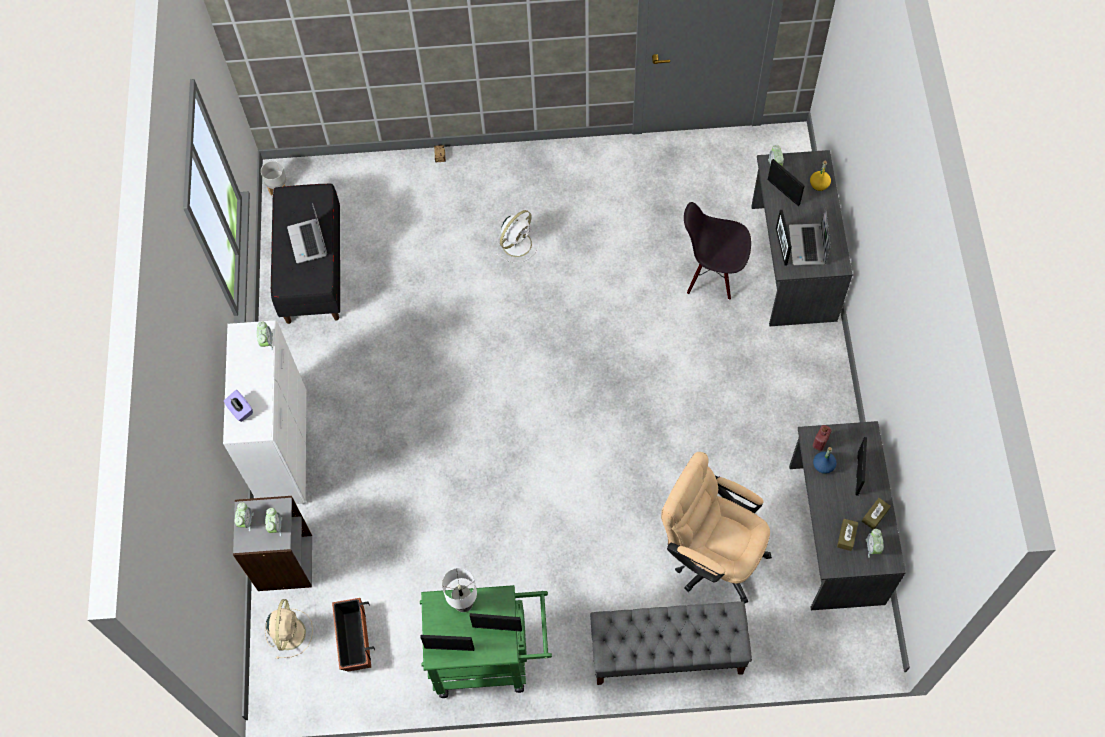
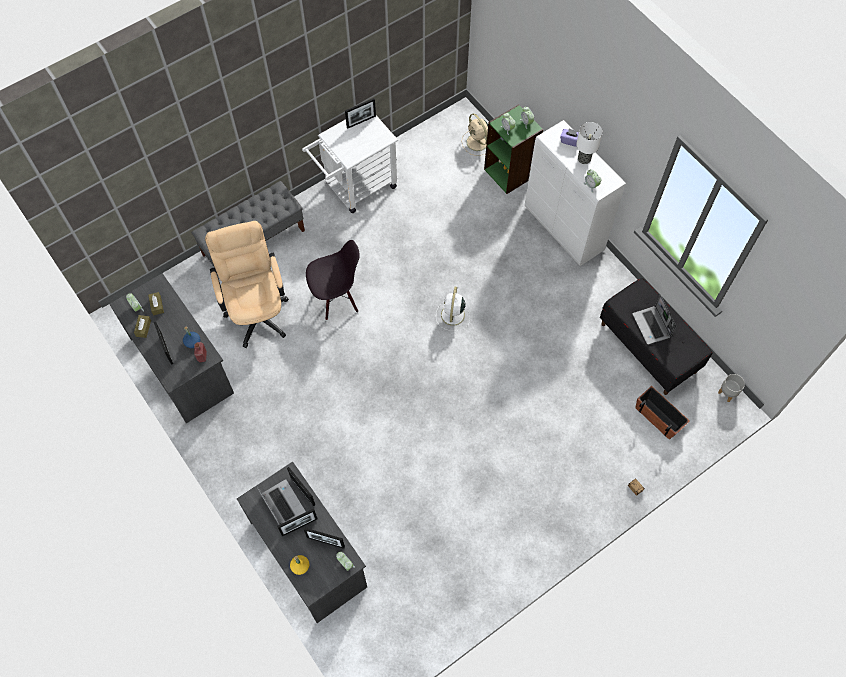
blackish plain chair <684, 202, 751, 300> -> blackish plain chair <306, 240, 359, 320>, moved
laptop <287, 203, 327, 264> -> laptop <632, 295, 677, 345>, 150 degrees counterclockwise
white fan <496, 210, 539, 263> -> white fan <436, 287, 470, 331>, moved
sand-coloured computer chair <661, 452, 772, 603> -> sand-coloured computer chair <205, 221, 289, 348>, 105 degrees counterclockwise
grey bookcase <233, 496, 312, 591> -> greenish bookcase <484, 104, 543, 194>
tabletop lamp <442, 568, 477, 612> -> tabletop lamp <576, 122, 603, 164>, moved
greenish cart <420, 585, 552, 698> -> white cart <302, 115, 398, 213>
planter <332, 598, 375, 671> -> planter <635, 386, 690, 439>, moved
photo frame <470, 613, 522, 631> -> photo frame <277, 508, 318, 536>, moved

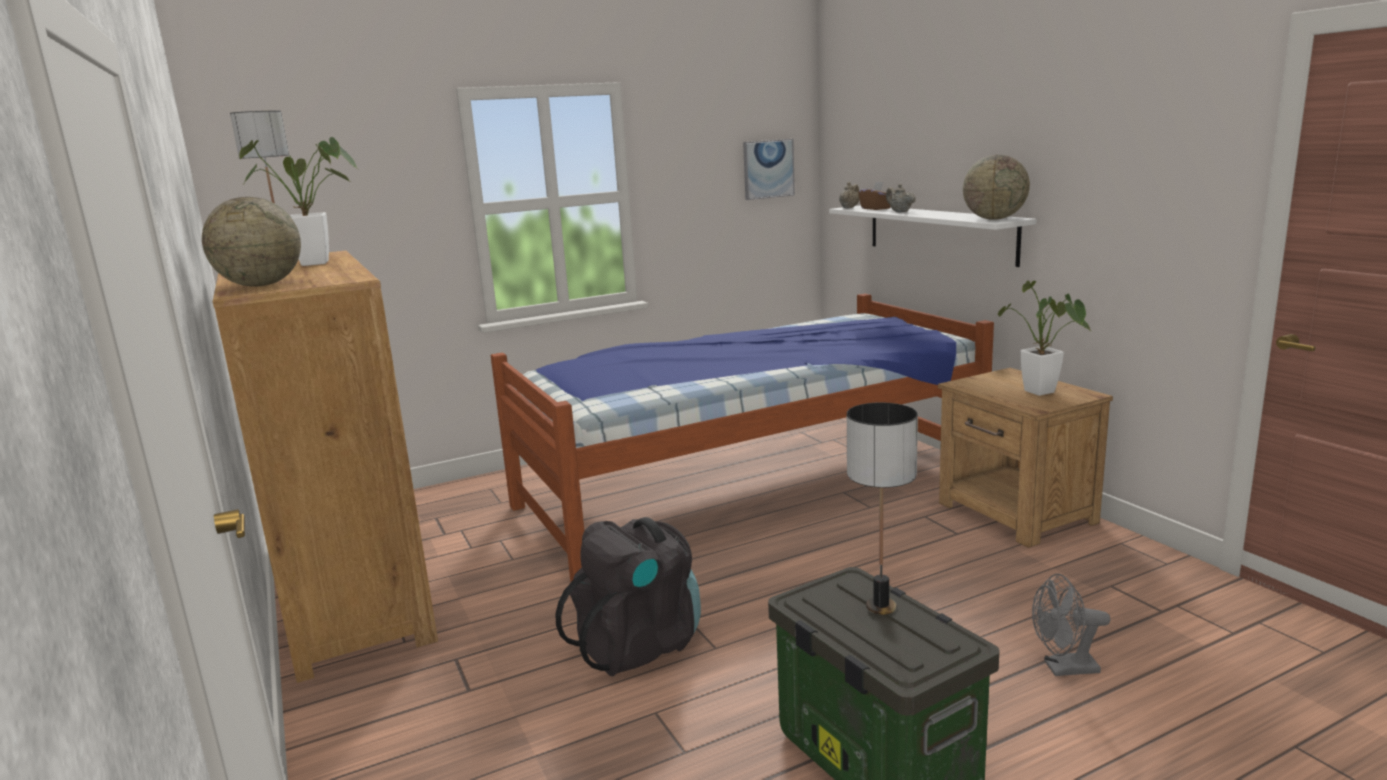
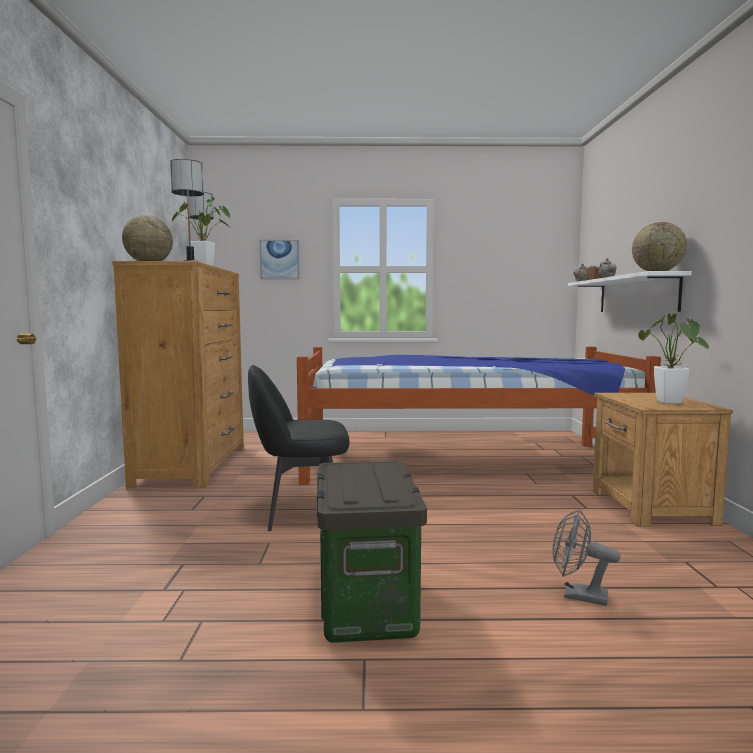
wall art <743, 139, 795, 200> -> wall art <260, 240, 299, 279>, moved
tabletop lamp <847, 402, 918, 615> -> tabletop lamp <170, 159, 204, 261>, moved
blackish backpack <555, 517, 701, 676> -> blackish plain chair <248, 365, 350, 531>

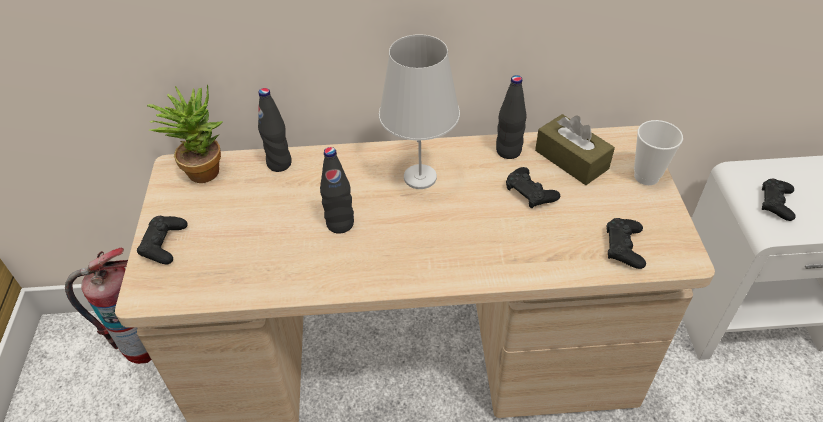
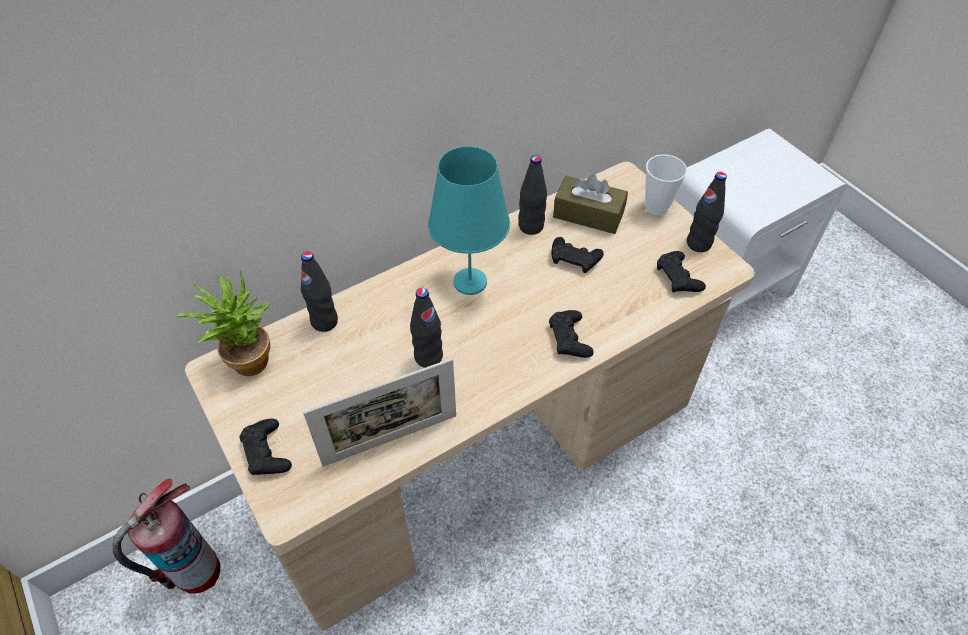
white tabletop lamp <379, 34, 460, 189> -> blue-green tabletop lamp <428, 146, 510, 295>
blackish joypad <762, 179, 796, 221> -> blackish joypad <549, 310, 594, 358>, moved
none -> blackish bottle <687, 172, 727, 252>
none -> photo frame <303, 358, 456, 467>

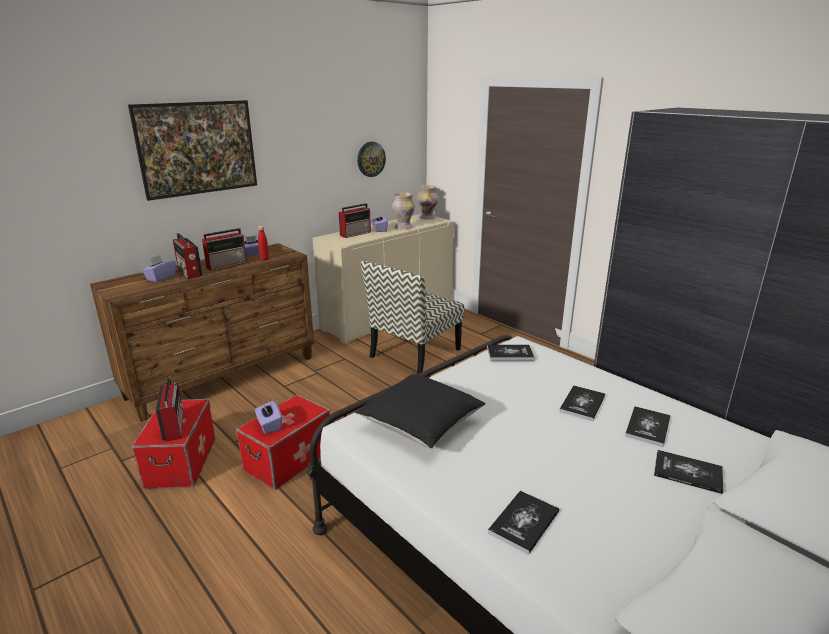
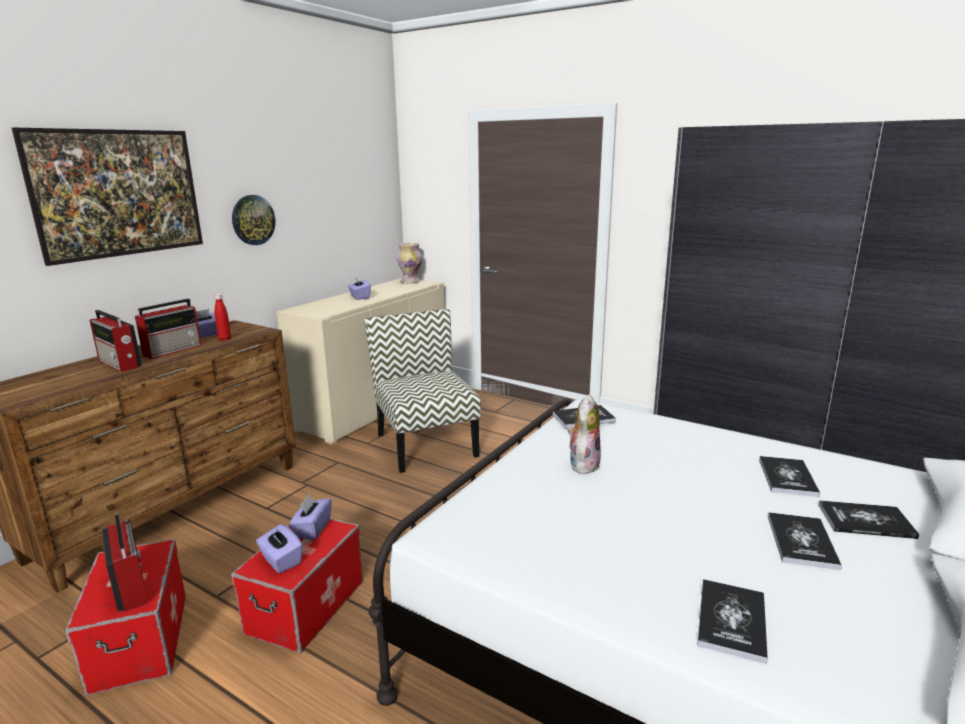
hanging clock <357, 142, 386, 177> -> hanging clock <232, 195, 276, 245>, moved
flower vase <392, 193, 415, 229> -> none
radio <339, 203, 371, 238> -> none
purple box of tissues <142, 255, 176, 282> -> purple box of tissues <289, 494, 332, 540>, moved
plain chair <361, 261, 464, 374> -> plain chair <364, 309, 481, 473>, 135 degrees clockwise
blackish throw pillow <355, 374, 486, 449> -> none
book <559, 385, 605, 421> -> book <768, 512, 842, 570>, moved
none -> soft toy <568, 395, 601, 474>

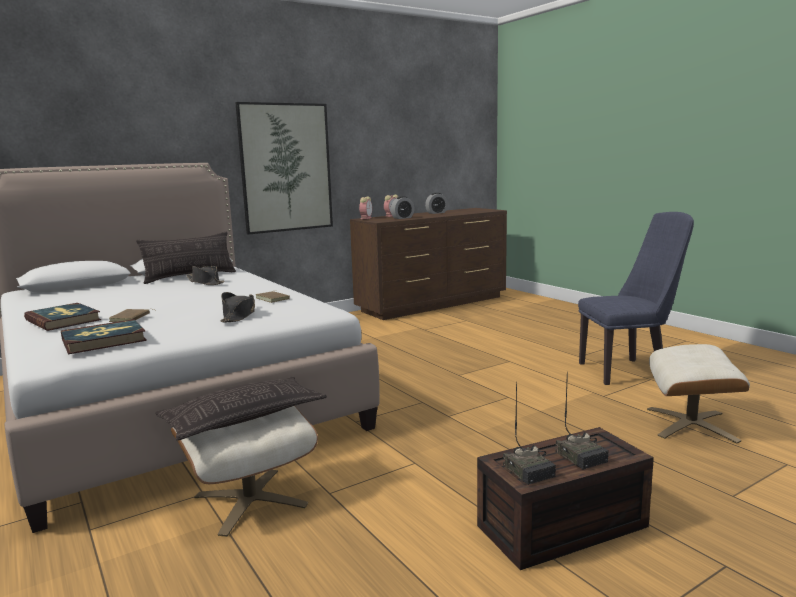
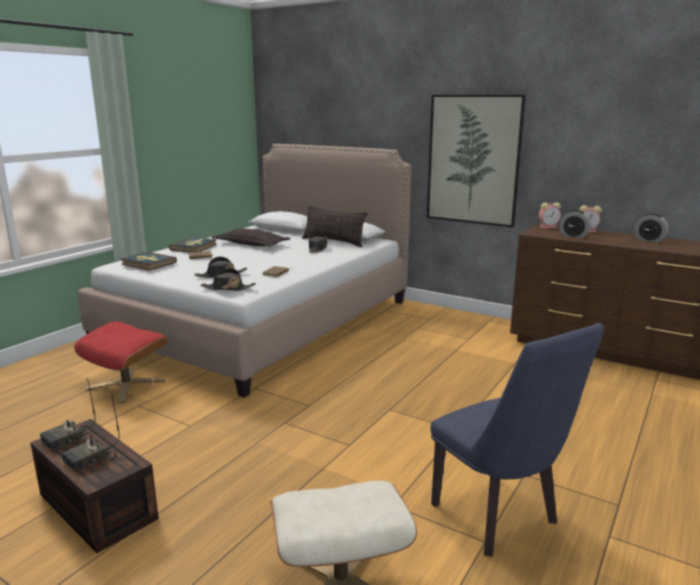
throw pillow <155, 377, 327, 441> -> throw pillow <212, 228, 290, 246>, moved
sand-coloured footrest <171, 406, 318, 537> -> red footrest <74, 321, 168, 403>
none -> blackish wearable hat <200, 268, 256, 291>

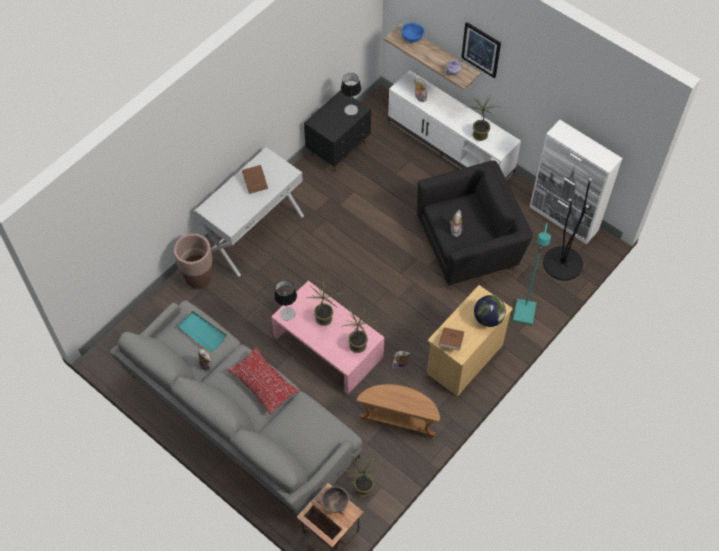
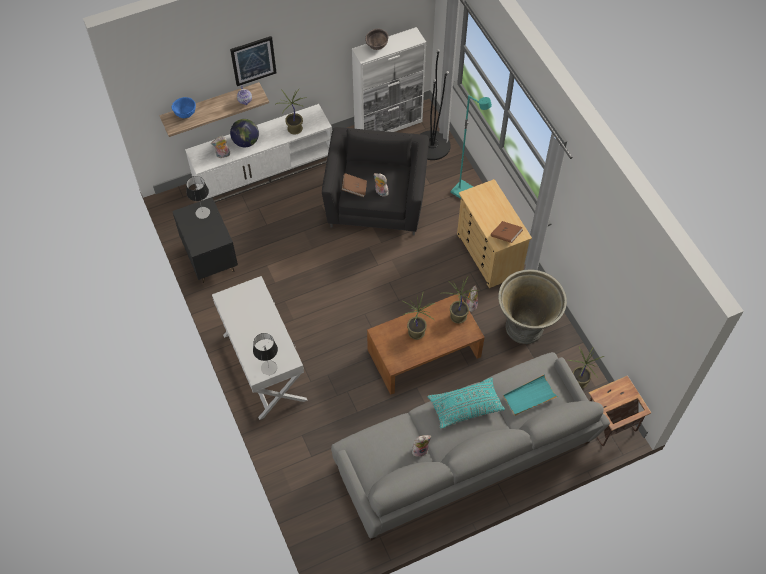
brown-coloured book <242, 165, 268, 194> -> brown-coloured book <342, 173, 367, 197>, moved
brown-coloured planter <174, 233, 213, 289> -> none
tabletop lamp <274, 280, 297, 320> -> tabletop lamp <253, 333, 278, 375>, moved
pinkish coffee table <271, 281, 384, 394> -> brown-coloured coffee table <367, 293, 485, 395>
globe <474, 295, 506, 327> -> globe <230, 119, 259, 147>, moved
blue-green carrying tray <177, 311, 227, 353> -> blue-green carrying tray <503, 374, 558, 416>, moved
red throw pillow <228, 347, 299, 414> -> blue-green throw pillow <428, 377, 505, 429>
brown-coloured accent table <356, 384, 440, 438> -> grey planter <498, 270, 567, 344>
brown-coloured serving bowl <321, 486, 349, 513> -> brown-coloured serving bowl <365, 29, 388, 50>, moved

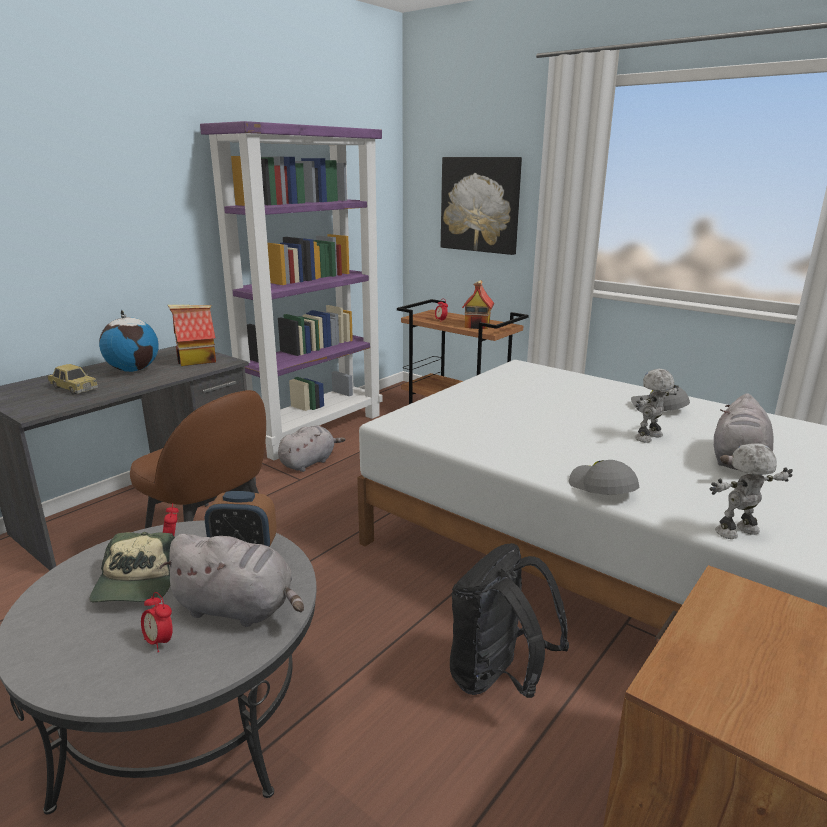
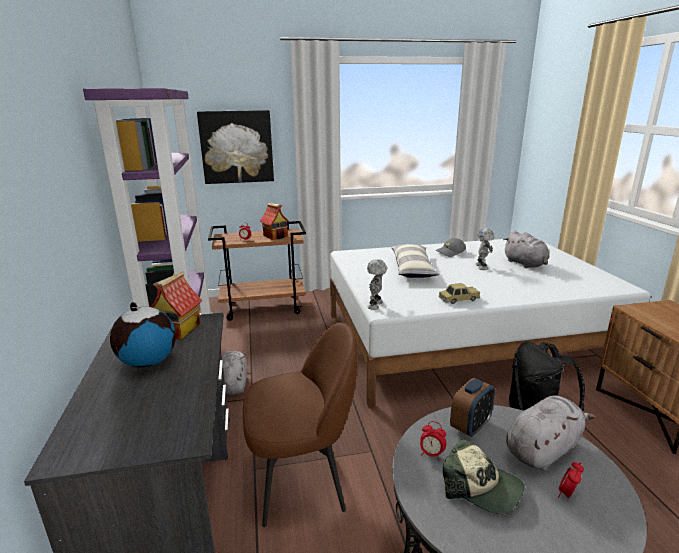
toy car <48, 364, 98, 394> -> toy car <439, 283, 480, 304>, moved
toy robot <709, 443, 793, 539> -> toy robot <367, 259, 387, 310>, moved
grey peaked cap <569, 460, 639, 494> -> none
table clock <141, 592, 173, 652> -> table clock <558, 462, 584, 498>, 135 degrees clockwise
none -> throw pillow <391, 244, 439, 278>

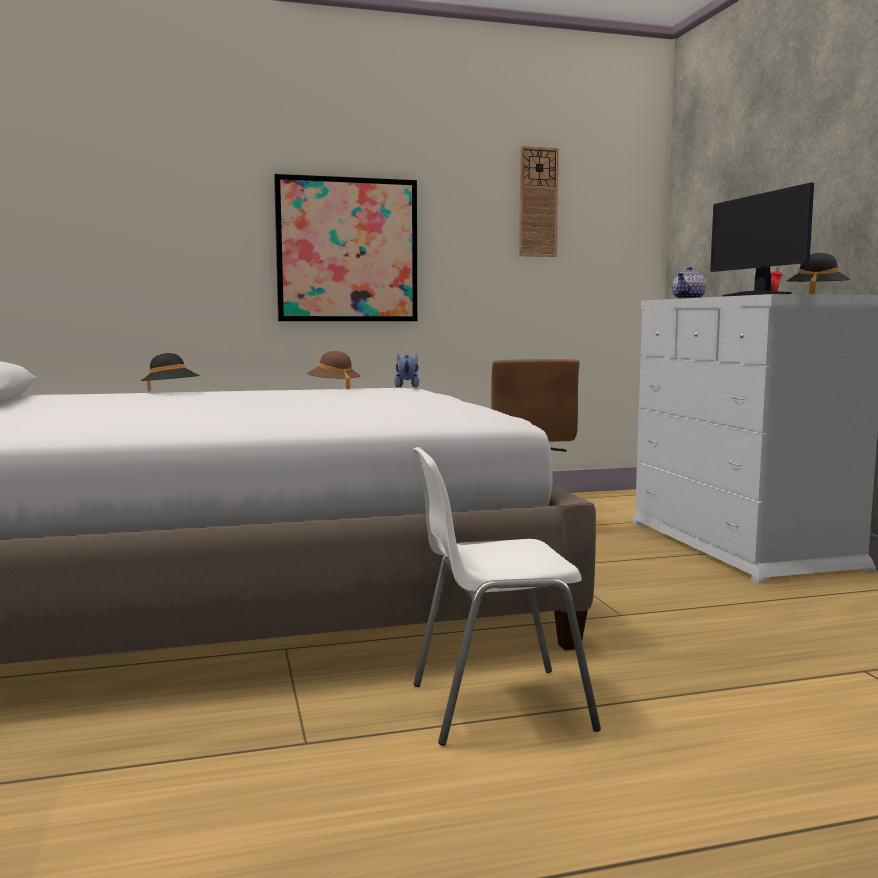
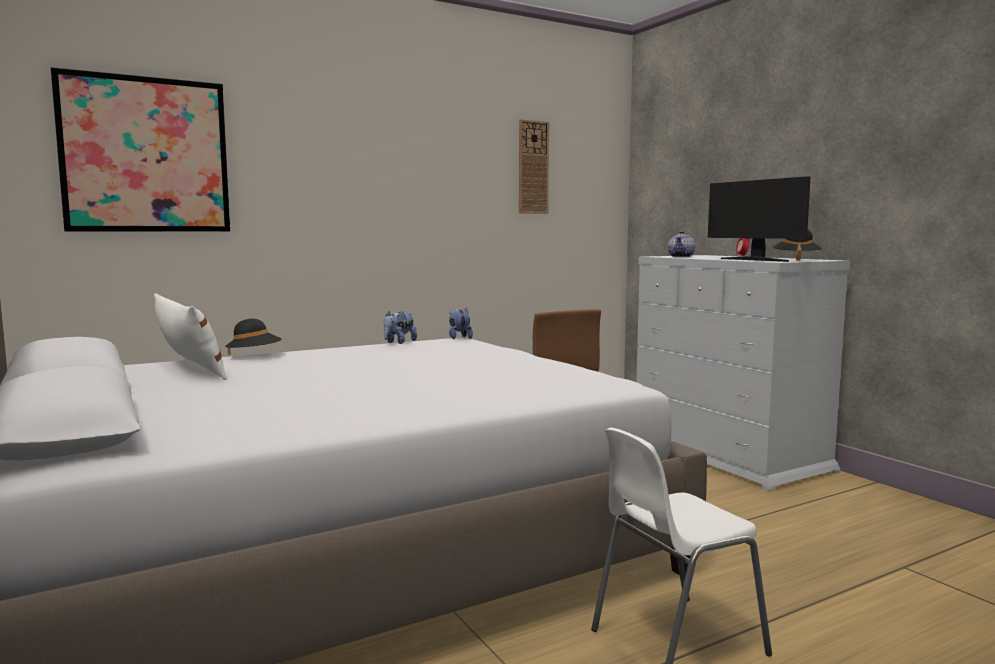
wall art <274, 174, 418, 321> -> wall art <51, 67, 230, 231>, moved
brown-coloured wearable hat <307, 351, 361, 390> -> soft toy <384, 311, 417, 344>
none -> white throw pillow <154, 293, 227, 380>

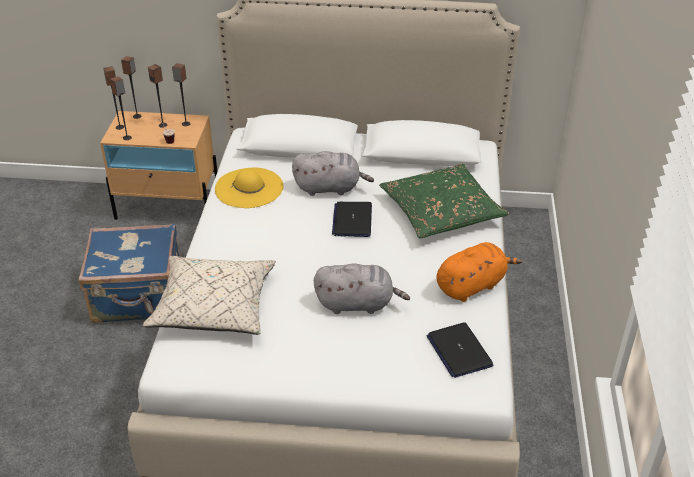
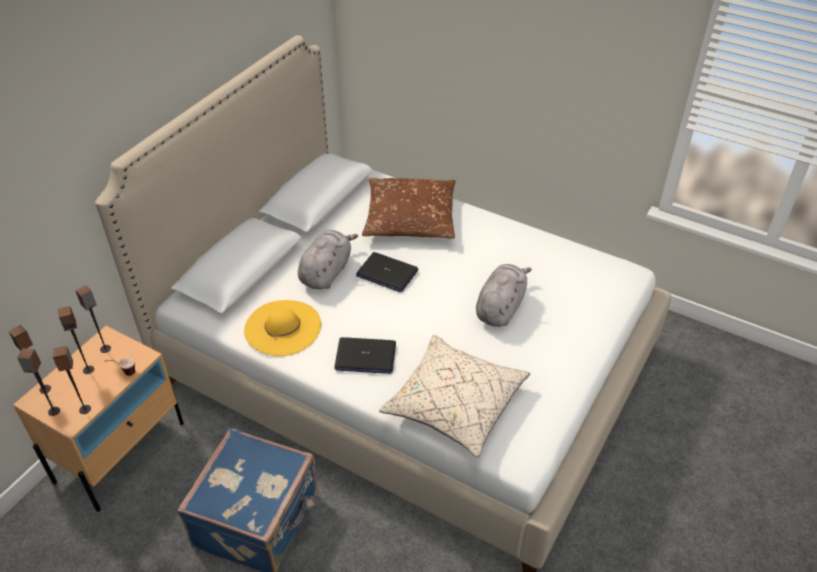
greenish throw pillow <379, 164, 509, 238> -> brown-coloured throw pillow <362, 178, 456, 239>
orangey soft toy <436, 242, 522, 302> -> none
laptop <427, 322, 493, 378> -> laptop <334, 337, 396, 374>, moved

